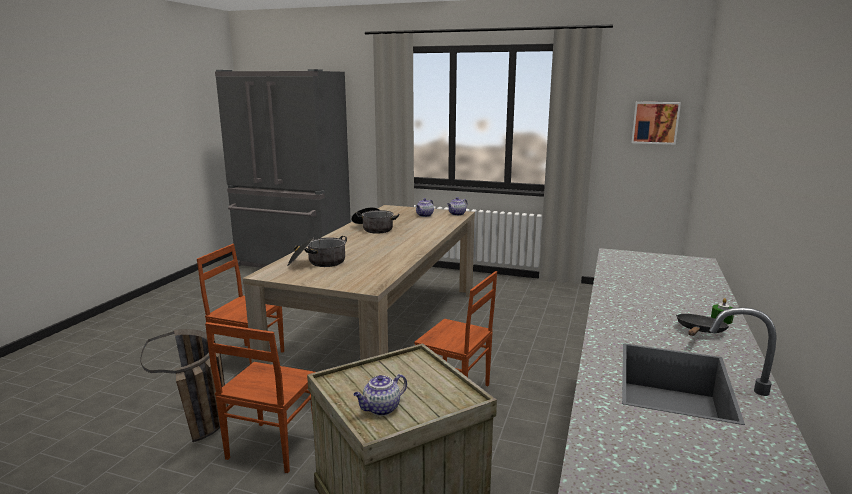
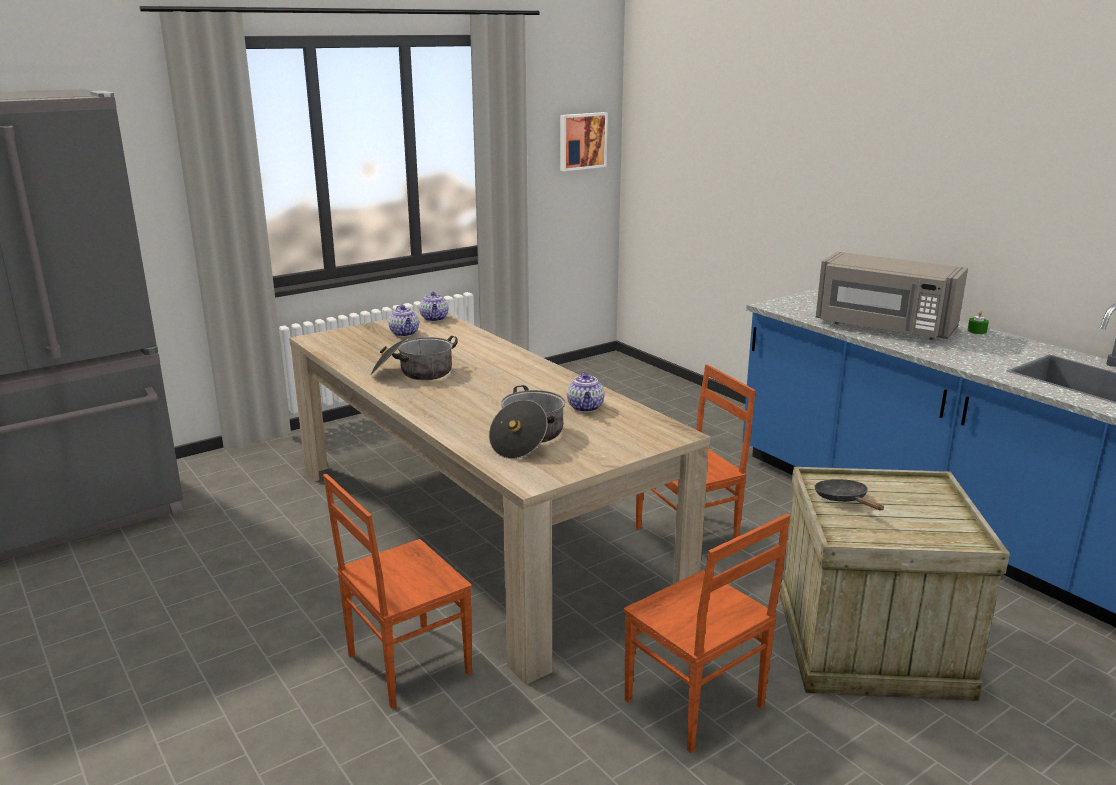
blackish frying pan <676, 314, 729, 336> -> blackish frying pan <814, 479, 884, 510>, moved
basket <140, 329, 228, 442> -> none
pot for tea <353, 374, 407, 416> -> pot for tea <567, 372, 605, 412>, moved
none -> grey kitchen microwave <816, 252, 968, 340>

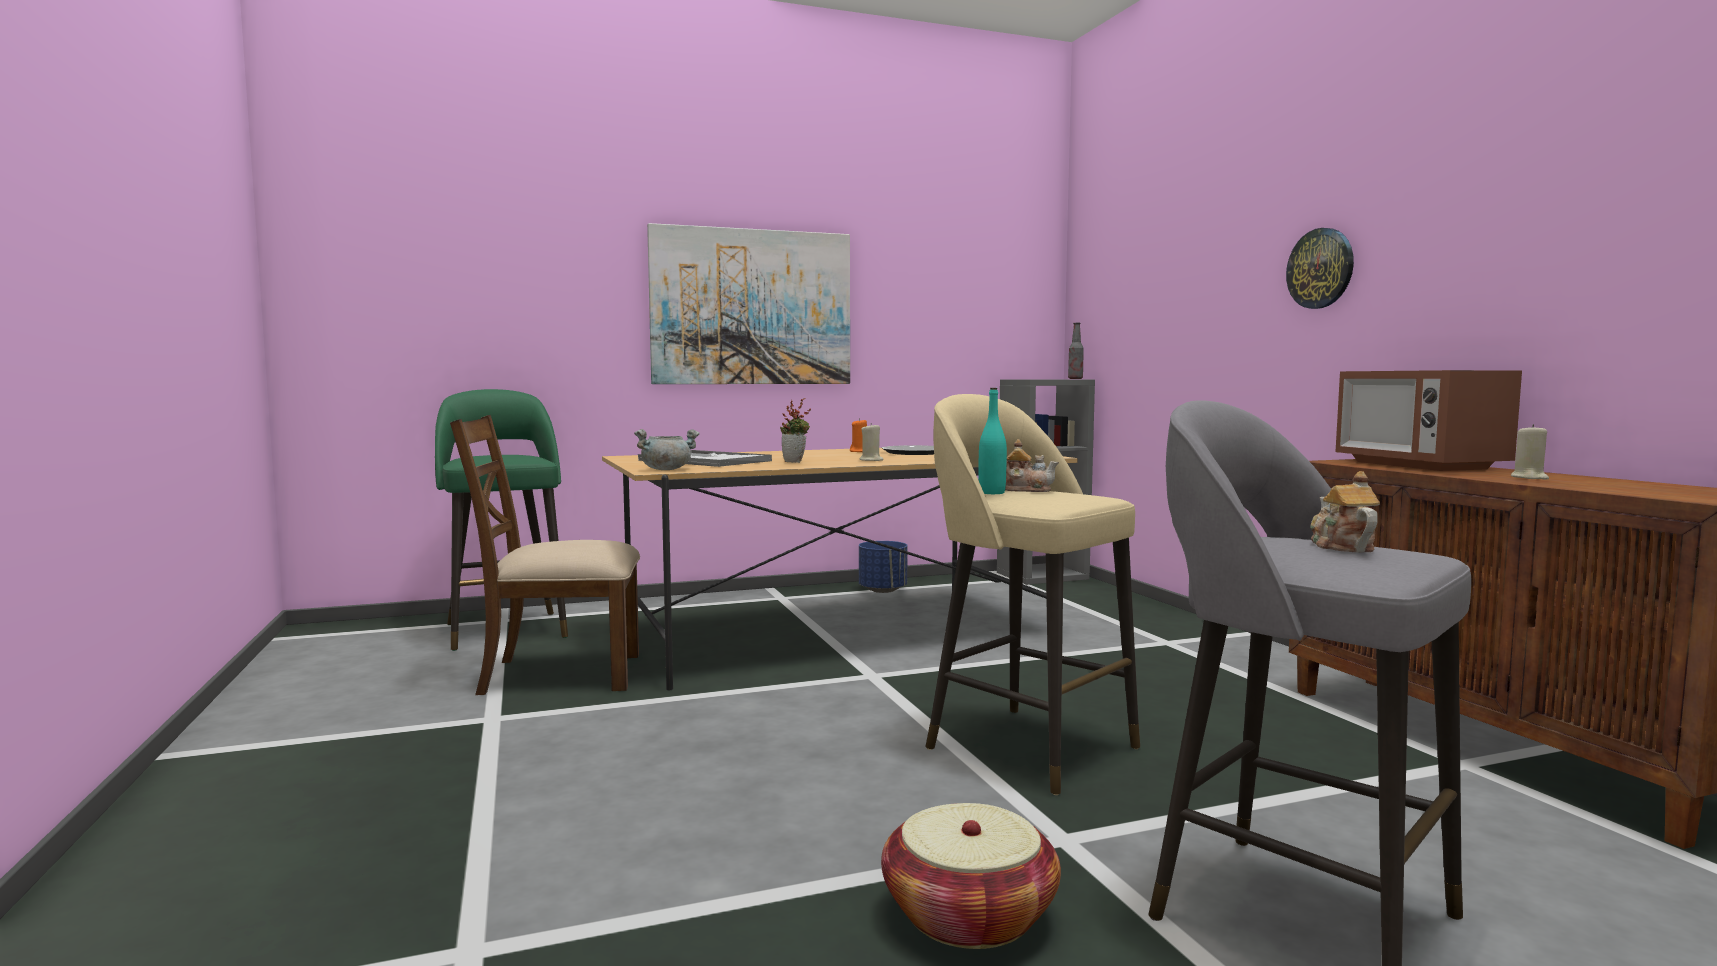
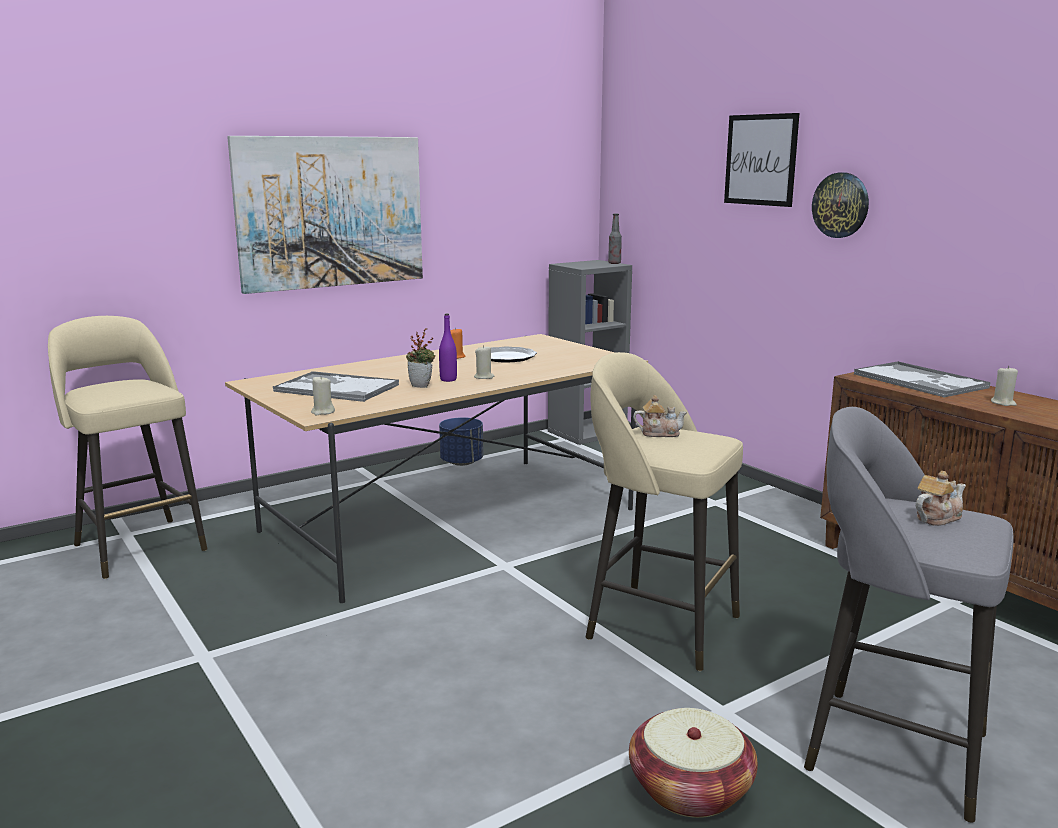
kitchen microwave <1335, 370, 1522, 471> -> carrying tray <854, 361, 991, 397>
blue-green bottle <979, 388, 1007, 494> -> none
greenish sitting stool <435, 389, 568, 651> -> sand-coloured sitting stool <48, 316, 207, 579>
brown-coloured plain chair <450, 415, 640, 695> -> none
grey stockpot <634, 429, 700, 470> -> sand-coloured wax candle <311, 375, 335, 415>
pot for tea <1310, 471, 1380, 553> -> pot for tea <916, 471, 966, 526>, 75 degrees clockwise
none -> wall art <724, 113, 800, 207>
none -> purple bottle <439, 314, 457, 382>

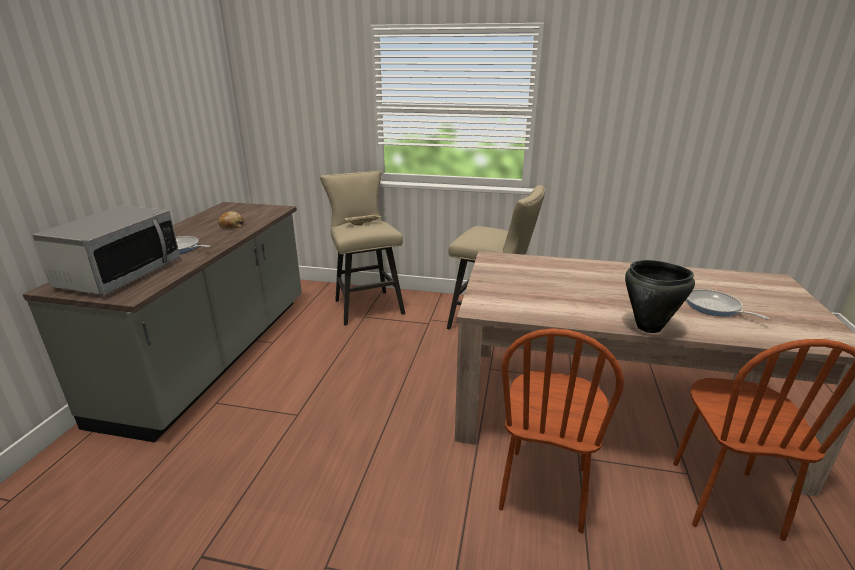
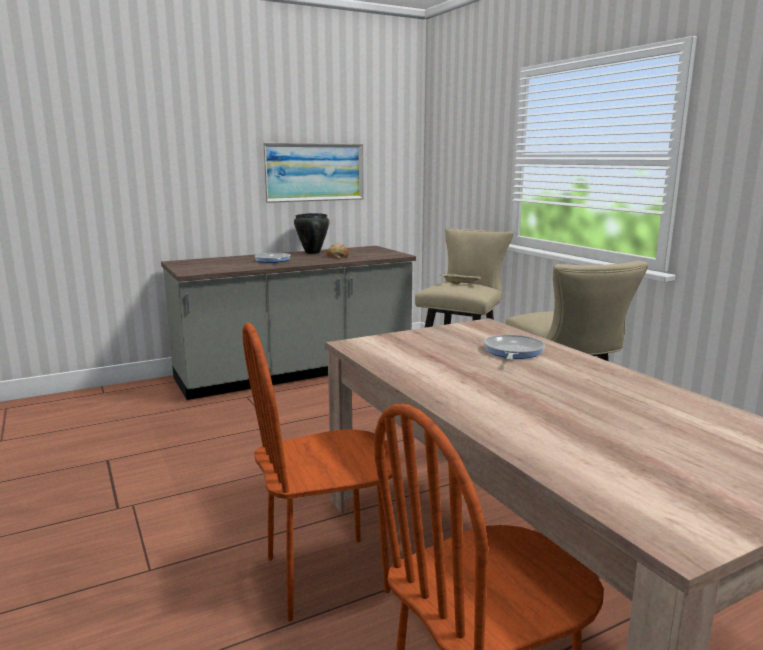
kitchen microwave <32, 206, 180, 295> -> none
blackish stockpot <625, 260, 695, 333> -> blackish stockpot <294, 213, 329, 254>, moved
frying pan <686, 289, 769, 320> -> frying pan <484, 335, 545, 360>, moved
none -> wall art <262, 143, 364, 203>

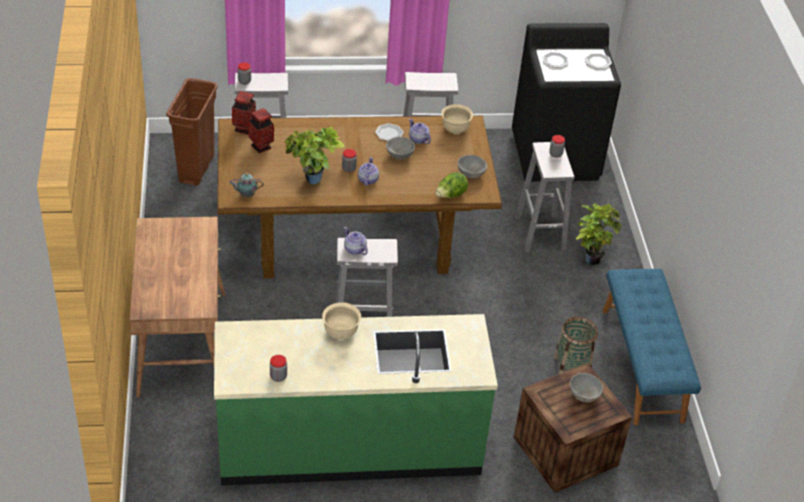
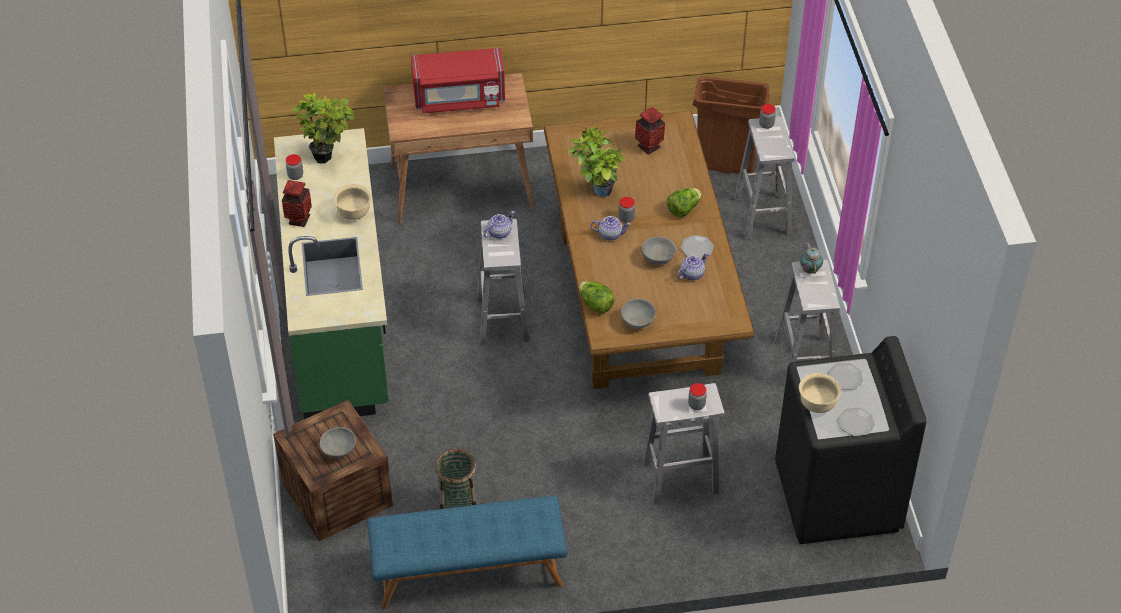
flower vase <232, 91, 256, 134> -> flower vase <282, 180, 312, 227>, moved
sand-coloured serving bowl <441, 104, 473, 134> -> sand-coloured serving bowl <799, 373, 841, 413>, moved
pot for tea <229, 173, 264, 198> -> pot for tea <800, 243, 823, 274>, moved
potted plant <576, 203, 621, 265> -> potted plant <293, 93, 355, 163>, moved
none -> red kitchen microwave <411, 48, 505, 114>
none -> lettuce <667, 188, 702, 217>

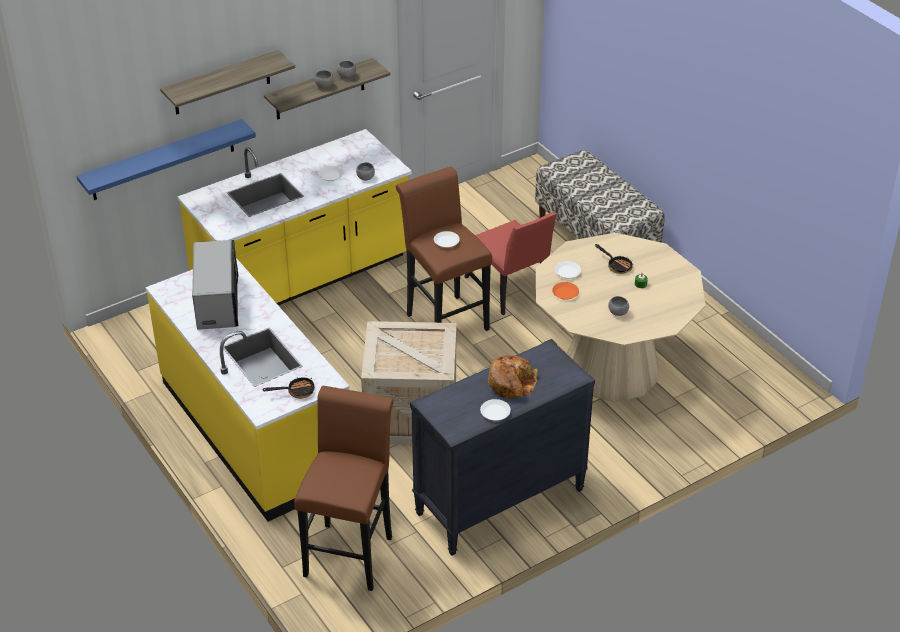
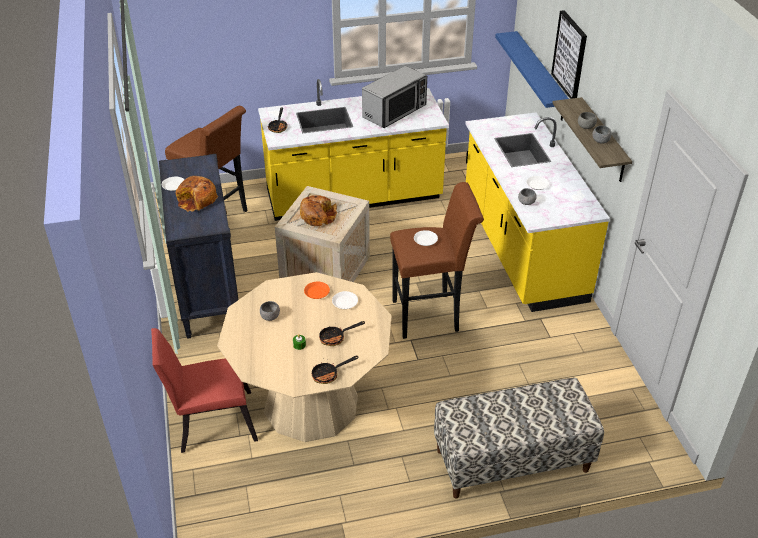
shelf <160, 50, 295, 114> -> wall art <551, 10, 587, 99>
red plain chair <464, 212, 556, 315> -> red plain chair <151, 328, 258, 453>, moved
kitchen microwave <192, 240, 239, 330> -> kitchen microwave <362, 66, 427, 128>, 60 degrees counterclockwise
none -> baked bread <300, 195, 337, 226>
none -> frying pan <312, 356, 358, 384>

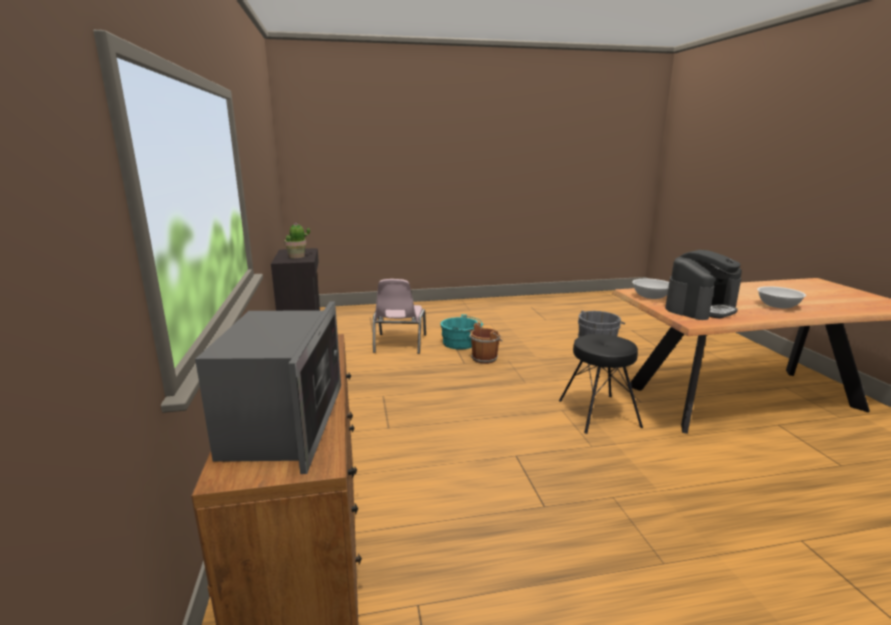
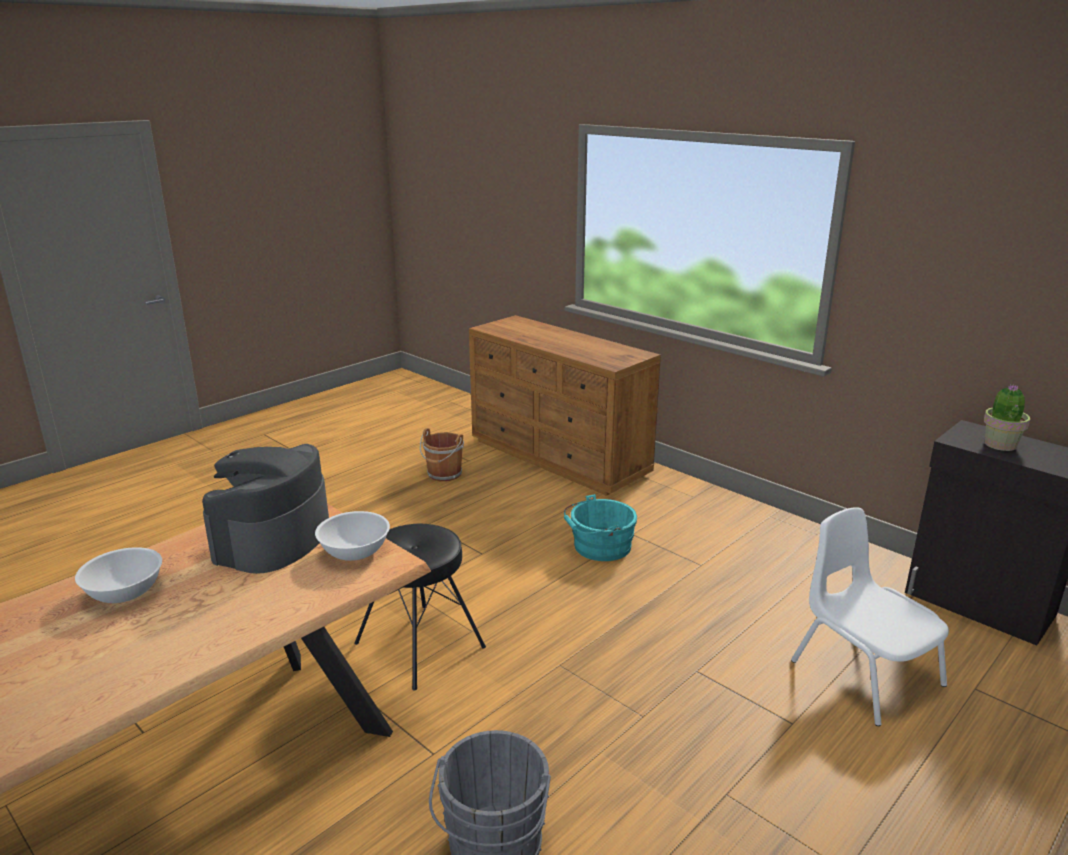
pinkish plain chair <373, 279, 426, 354> -> white plain chair <791, 507, 949, 726>
kitchen microwave <195, 301, 341, 474> -> none
blue-green water bucket <440, 314, 483, 350> -> blue-green water bucket <564, 494, 637, 561>, moved
brown-coloured water bucket <469, 322, 503, 364> -> brown-coloured water bucket <420, 428, 464, 481>, moved

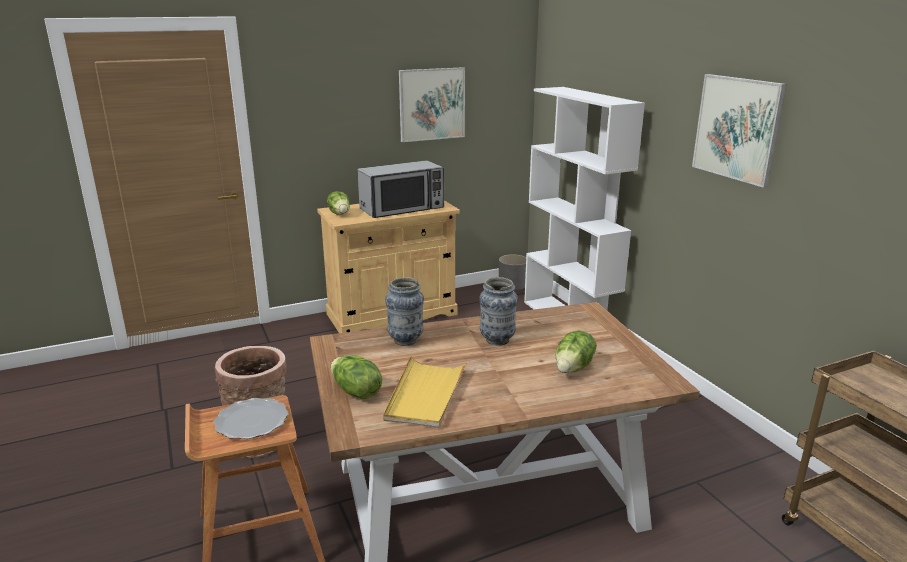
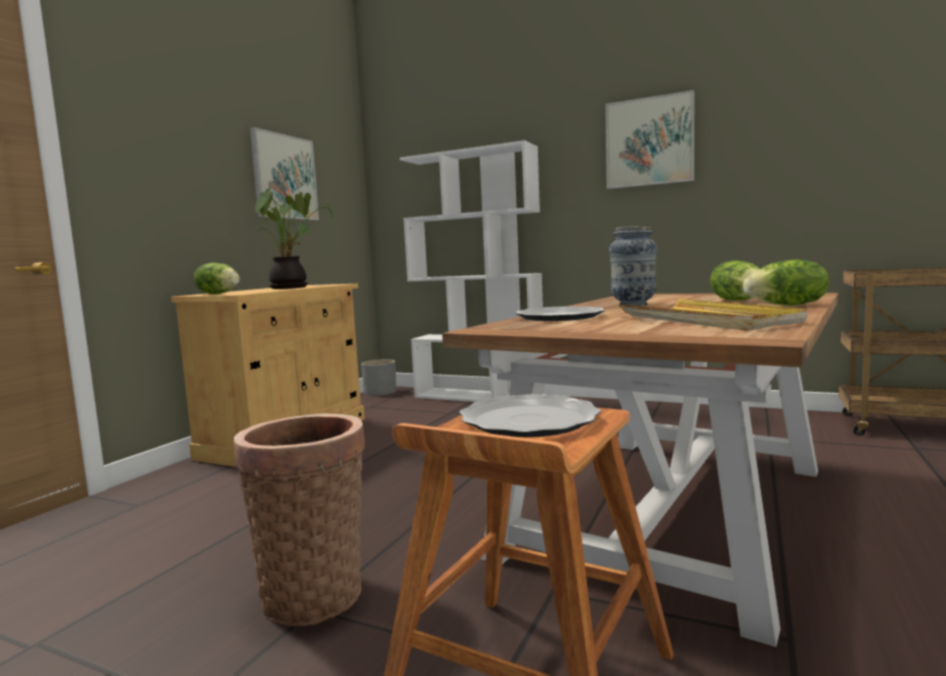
kitchen microwave <357, 160, 444, 218> -> potted plant <255, 187, 335, 289>
flower vase <385, 277, 424, 346> -> dinner plate <516, 306, 605, 321>
lettuce <331, 355, 382, 399> -> lettuce <743, 260, 829, 305>, moved

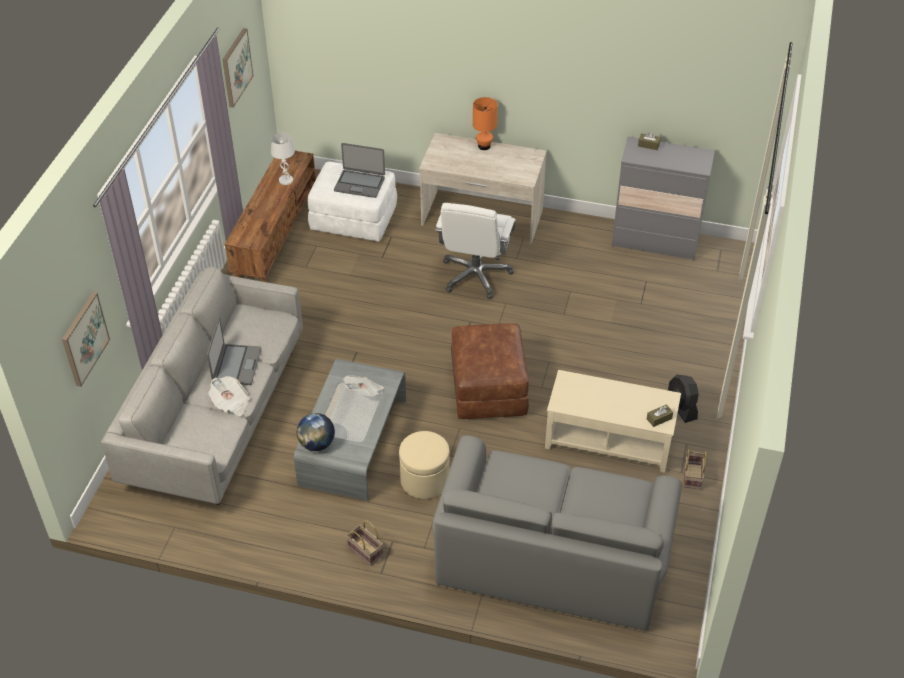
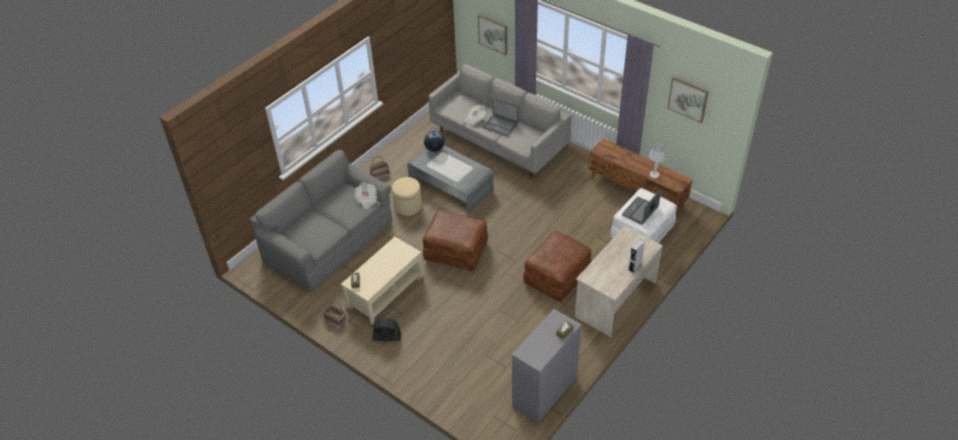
orangey tabletop lamp <473, 97, 498, 150> -> grey speaker <628, 239, 645, 273>
white computer chair <435, 203, 516, 299> -> brown-coloured footrest <523, 231, 592, 302>
newspaper <343, 375, 384, 397> -> newspaper <355, 182, 377, 209>, moved

